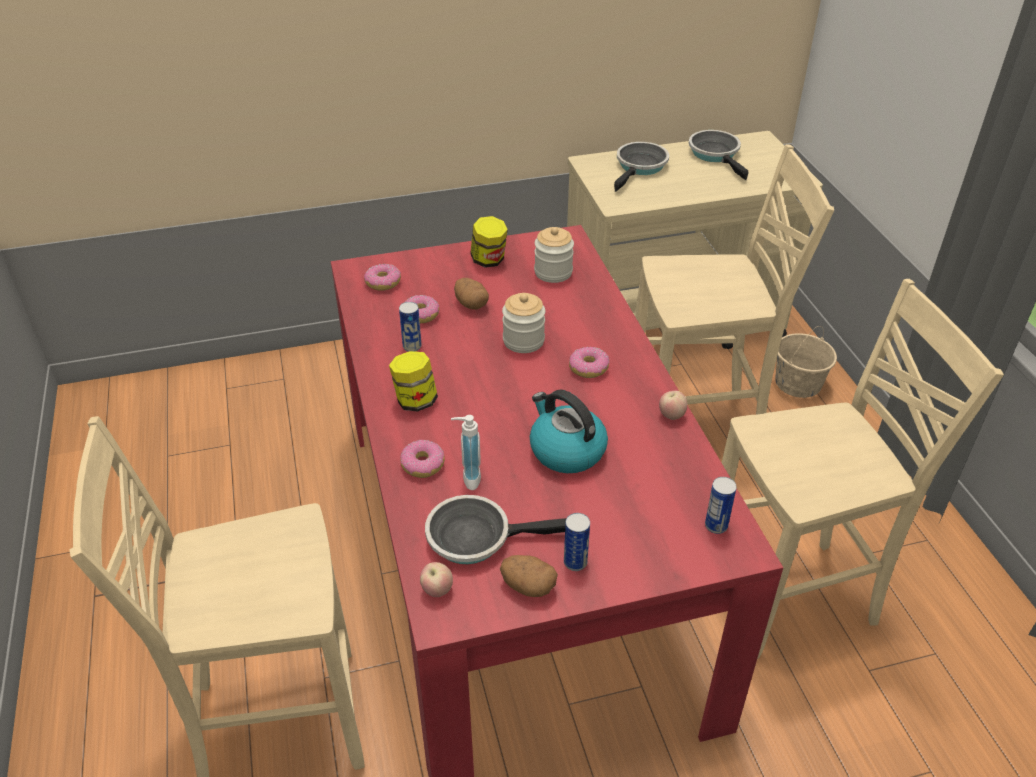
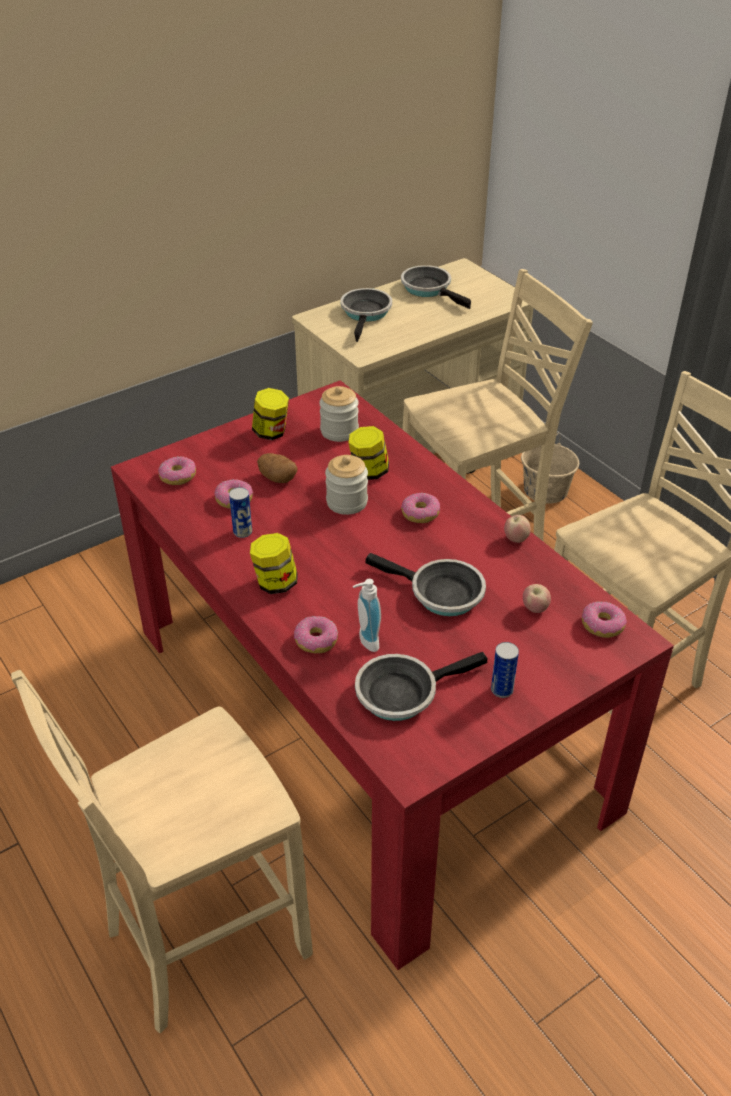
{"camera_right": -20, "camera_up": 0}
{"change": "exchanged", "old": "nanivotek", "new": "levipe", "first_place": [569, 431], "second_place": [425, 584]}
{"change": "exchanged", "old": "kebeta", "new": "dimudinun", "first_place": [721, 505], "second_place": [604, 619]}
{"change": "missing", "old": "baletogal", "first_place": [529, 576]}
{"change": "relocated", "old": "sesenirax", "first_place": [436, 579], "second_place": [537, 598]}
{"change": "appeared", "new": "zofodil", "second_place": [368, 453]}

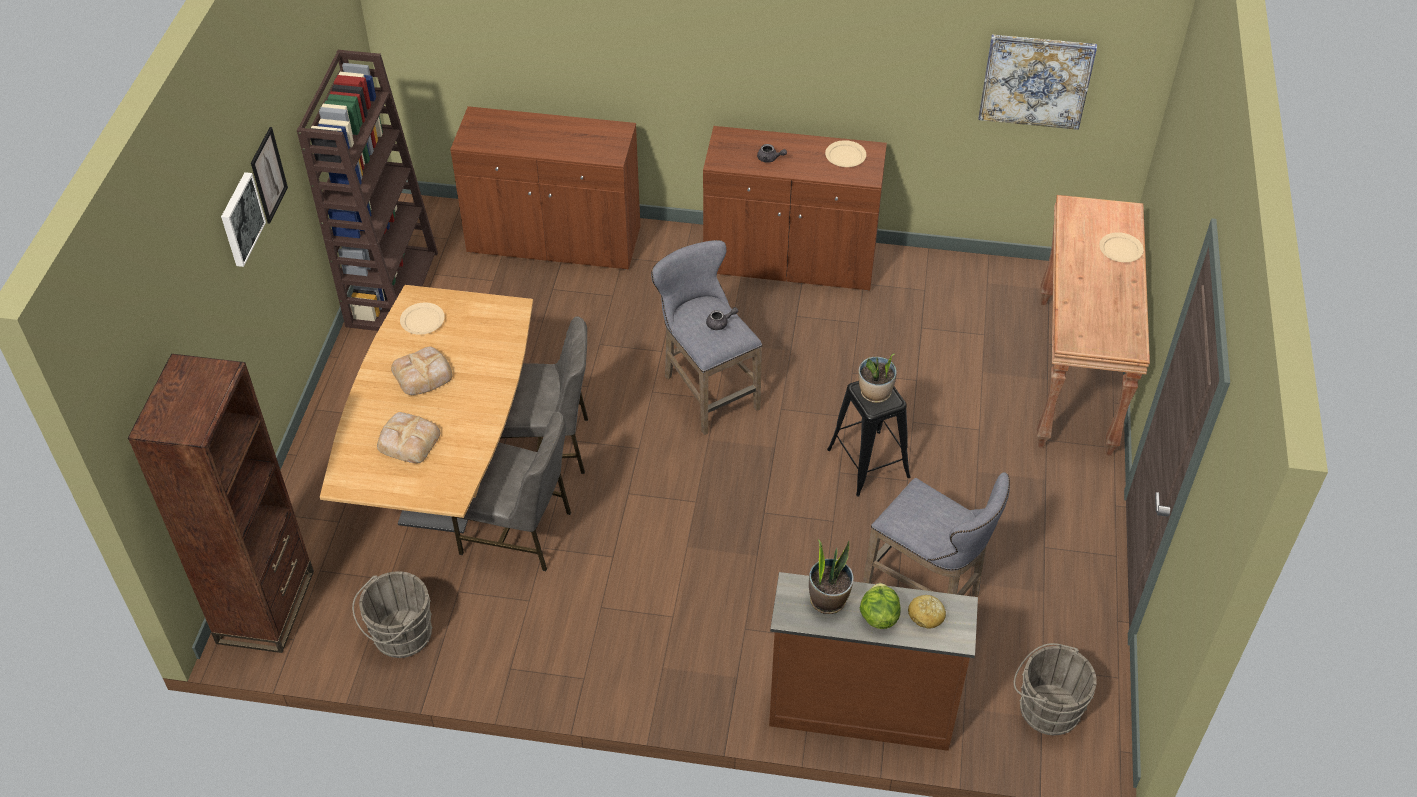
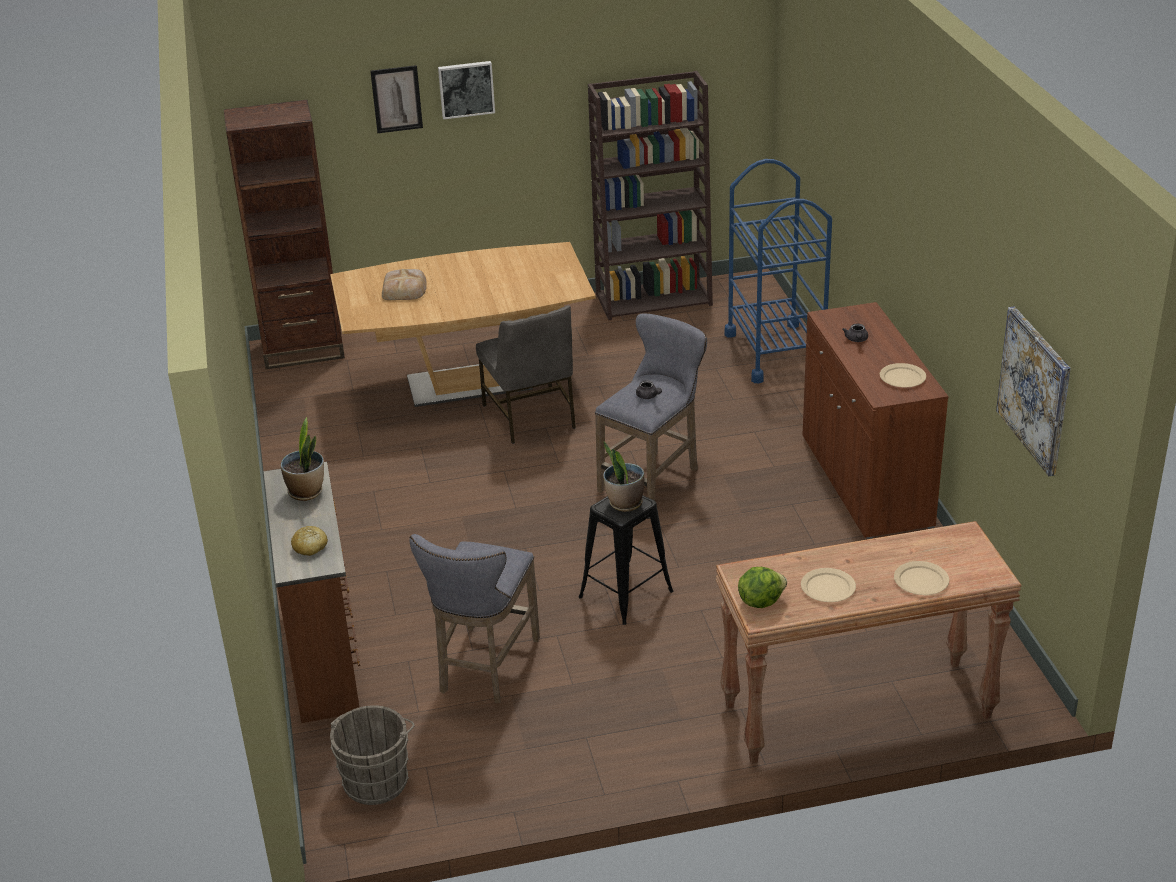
{"camera_right": 70, "camera_up": -15}
{"change": "exchanged", "old": "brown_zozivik", "new": "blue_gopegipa", "first_place": [545, 188], "second_place": [778, 271]}
{"change": "relocated", "old": "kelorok", "first_place": [269, 175], "second_place": [396, 99]}
{"change": "relocated", "old": "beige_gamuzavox", "first_place": [422, 318], "second_place": [828, 585]}
{"change": "missing", "old": "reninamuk", "first_place": [421, 370]}
{"change": "missing", "old": "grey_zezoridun", "first_place": [511, 491]}
{"change": "missing", "old": "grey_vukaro", "first_place": [392, 614]}
{"change": "relocated", "old": "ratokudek", "first_place": [880, 606], "second_place": [762, 587]}

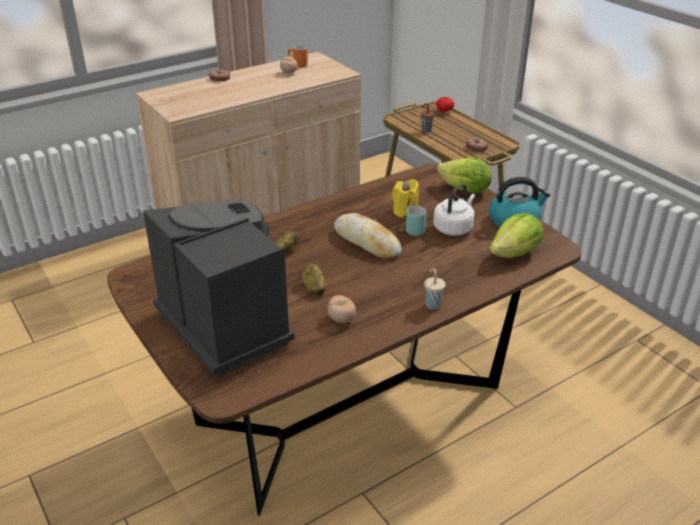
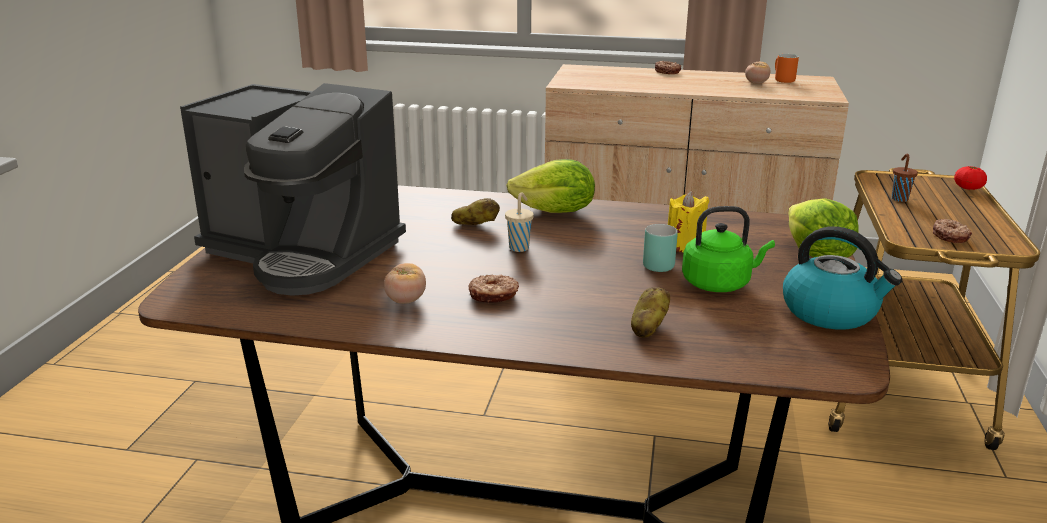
{"camera_right": 45, "camera_up": -10}
{"change": "colour", "old": "white_nanivotek", "new": "green_nanivotek", "first_place": [454, 210], "second_place": [728, 249]}
{"change": "spun", "old": "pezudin", "first_place": [219, 288], "second_place": [293, 189], "degrees": 105}
{"change": "missing", "old": "reninamuk", "first_place": [368, 236]}
{"change": "relocated", "old": "ratokudek", "first_place": [516, 235], "second_place": [551, 186]}
{"change": "relocated", "old": "baletogal", "first_place": [313, 279], "second_place": [650, 312]}
{"change": "relocated", "old": "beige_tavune", "first_place": [435, 289], "second_place": [519, 222]}
{"change": "appeared", "new": "dimudinun", "second_place": [493, 288]}

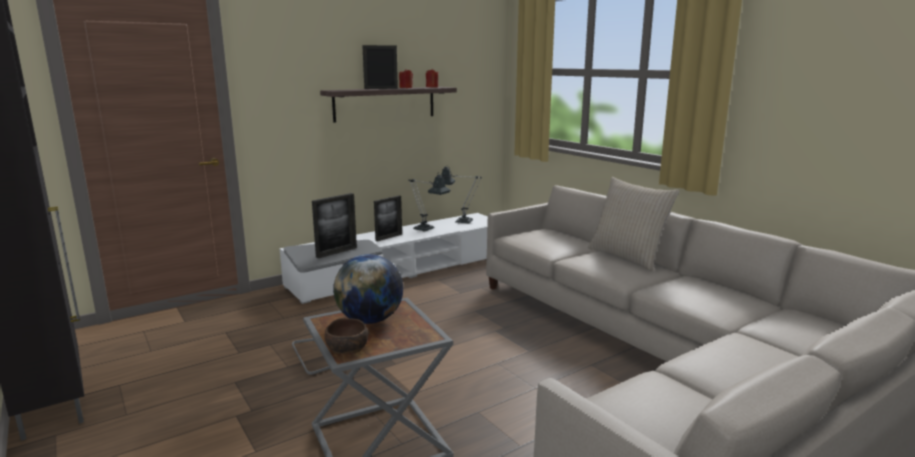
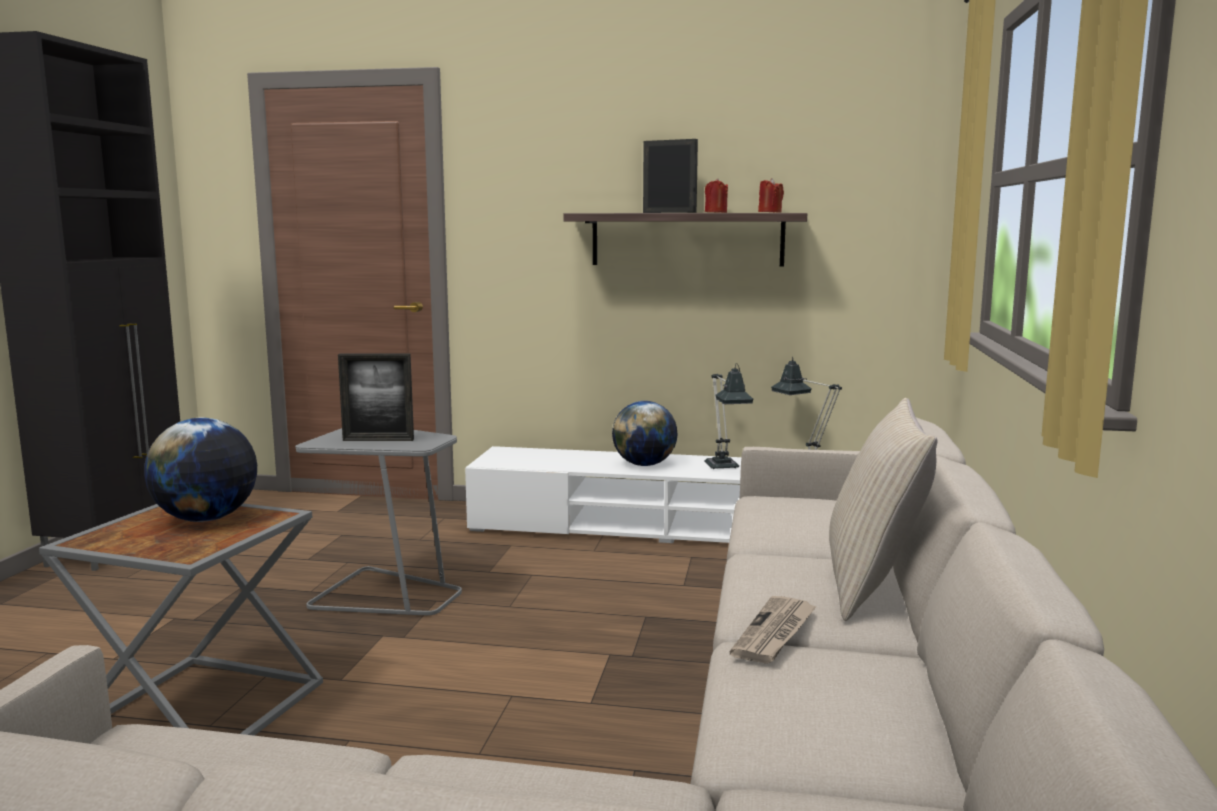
{"camera_right": 45, "camera_up": -5}
{"change": "exchanged", "old": "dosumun", "new": "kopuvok", "first_place": [388, 219], "second_place": [644, 433]}
{"change": "missing", "old": "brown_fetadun", "first_place": [346, 336]}
{"change": "appeared", "new": "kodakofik", "second_place": [773, 630]}

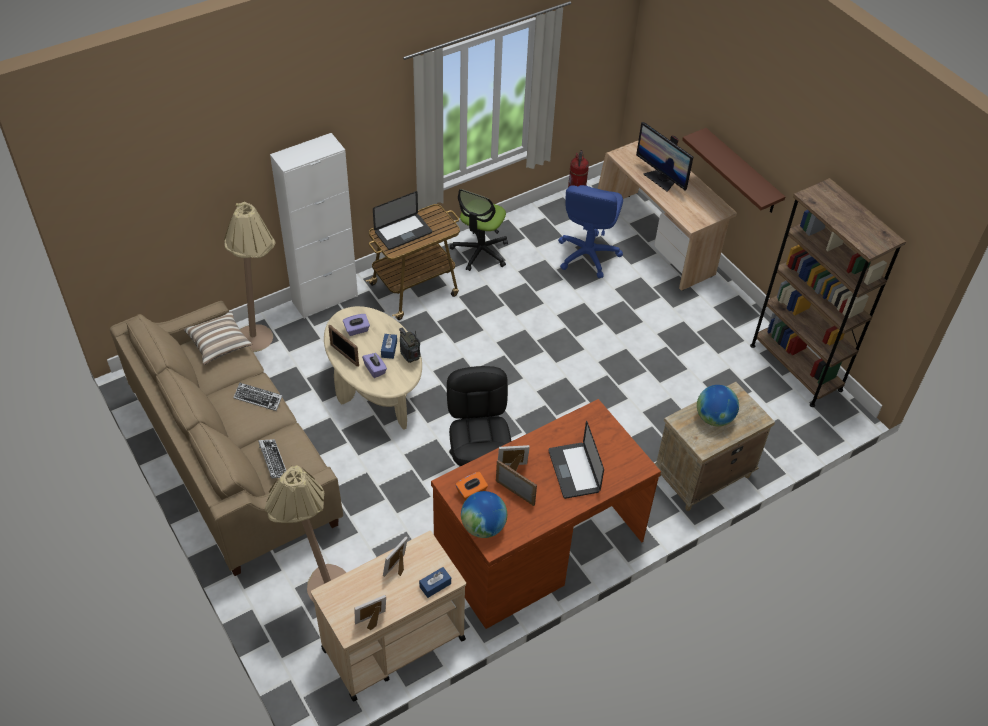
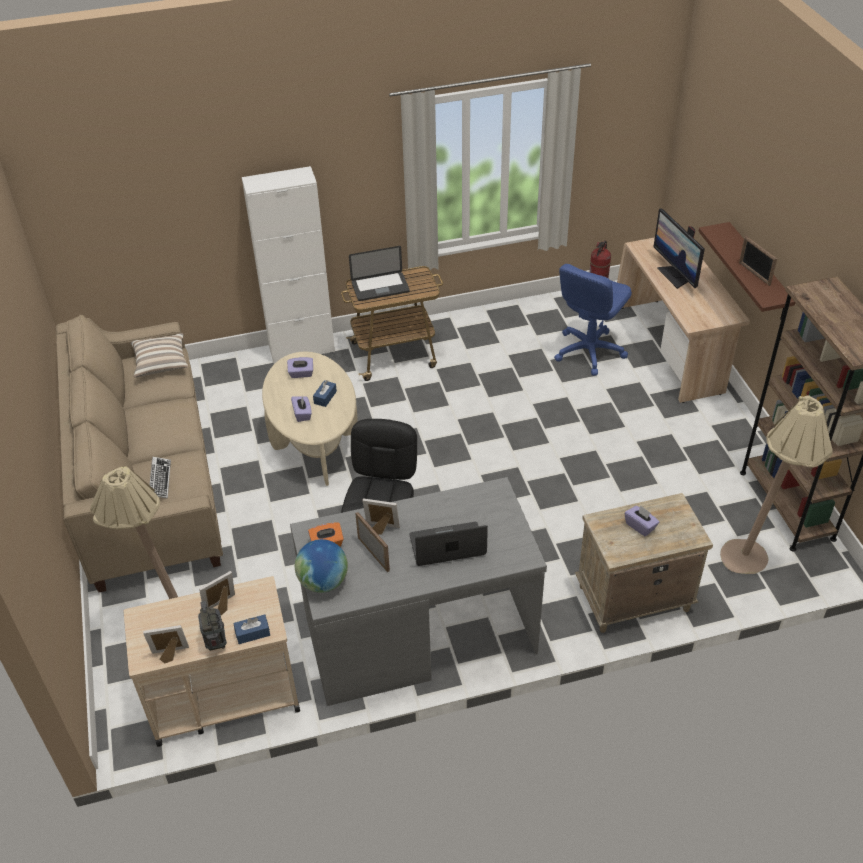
{"camera_right": 20, "camera_up": -5}
{"change": "missing", "old": "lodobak", "first_place": [479, 230]}
{"change": "relocated", "old": "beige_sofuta", "first_place": [249, 276], "second_place": [776, 484]}
{"change": "relocated", "old": "dosumun", "first_place": [343, 345], "second_place": [758, 261]}
{"change": "relocated", "old": "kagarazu", "first_place": [410, 345], "second_place": [212, 626]}
{"change": "missing", "old": "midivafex", "first_place": [258, 397]}
{"change": "exchanged", "old": "kopuvok", "new": "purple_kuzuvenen", "first_place": [718, 405], "second_place": [642, 521]}
{"change": "colour", "old": "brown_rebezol", "new": "grey_rebezol", "first_place": [546, 514], "second_place": [418, 591]}
{"change": "spun", "old": "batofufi", "first_place": [576, 460], "second_place": [448, 544], "degrees": 75}

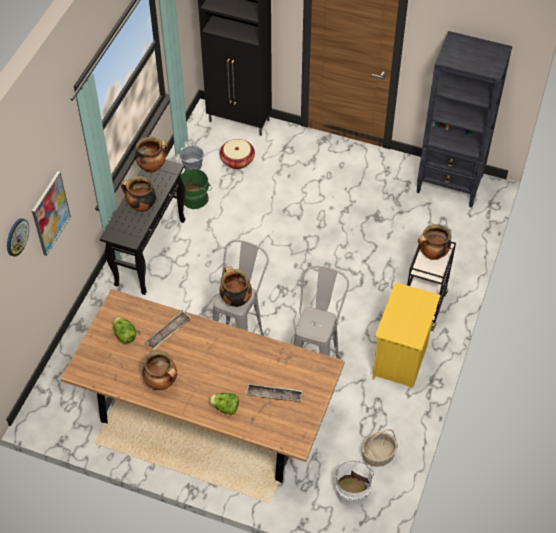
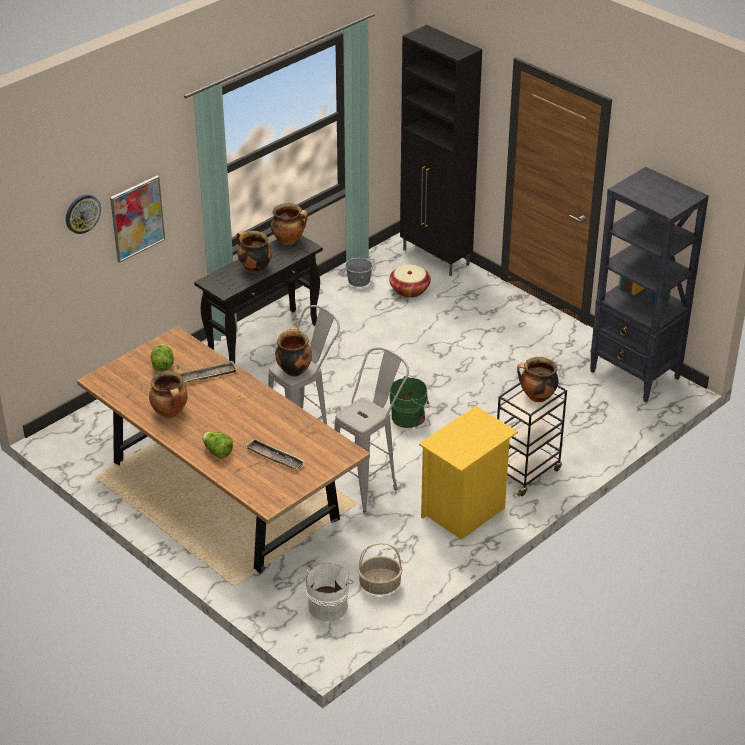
{"camera_right": 25, "camera_up": -15}
{"change": "relocated", "old": "green_vukaro", "first_place": [196, 189], "second_place": [409, 402]}

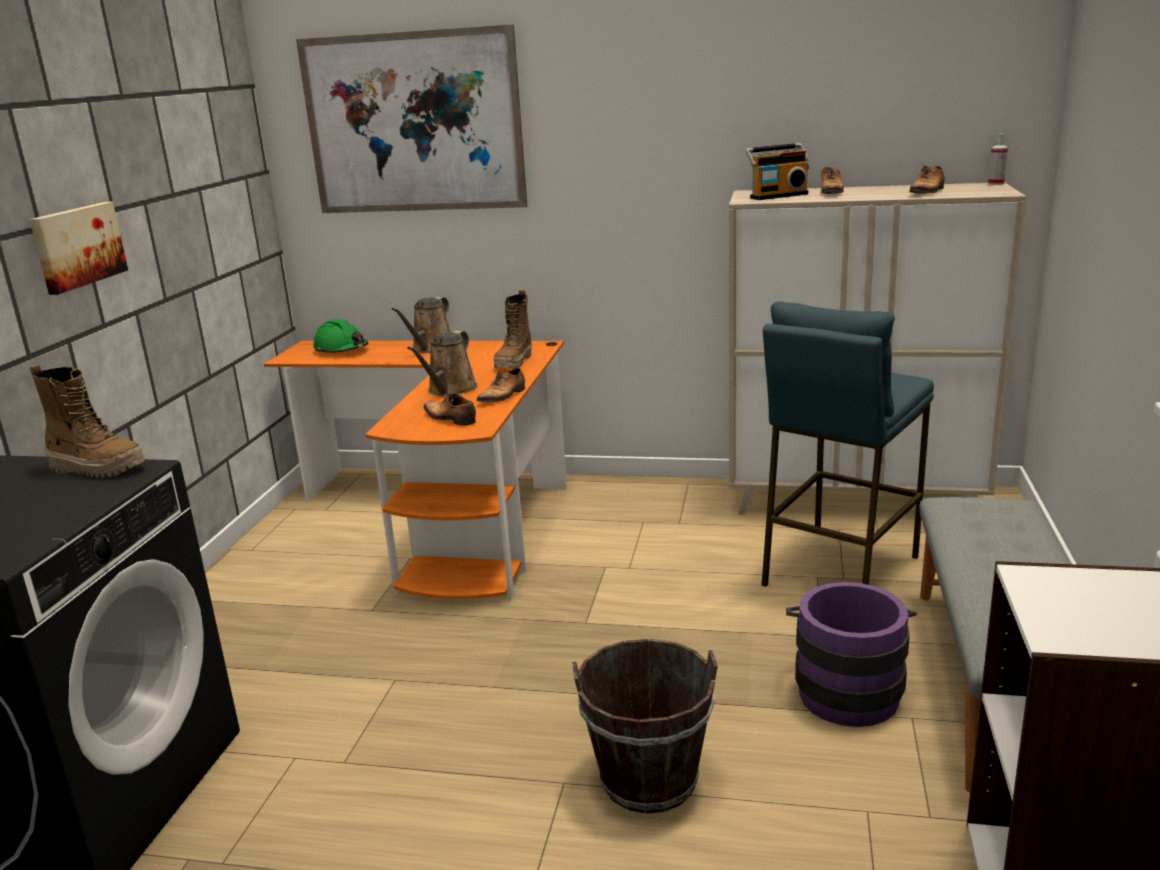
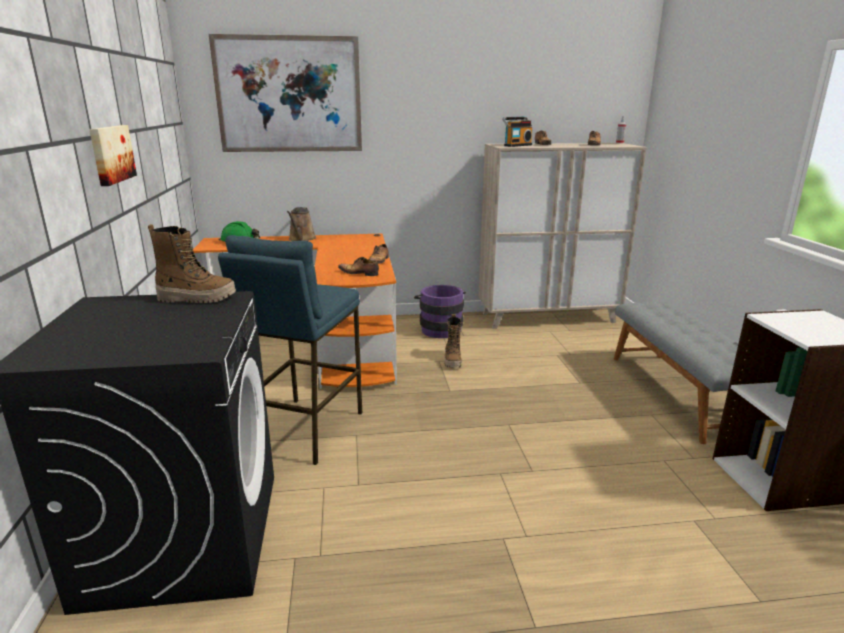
{"camera_right": -20, "camera_up": 0}
{"change": "relocated", "old": "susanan", "first_place": [513, 329], "second_place": [453, 341]}
{"change": "relocated", "old": "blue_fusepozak", "first_place": [847, 444], "second_place": [290, 350]}
{"change": "missing", "old": "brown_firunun", "first_place": [442, 363]}
{"change": "relocated", "old": "purple_vukaro", "first_place": [851, 654], "second_place": [440, 311]}
{"change": "missing", "old": "brown_vukaro", "first_place": [645, 726]}

